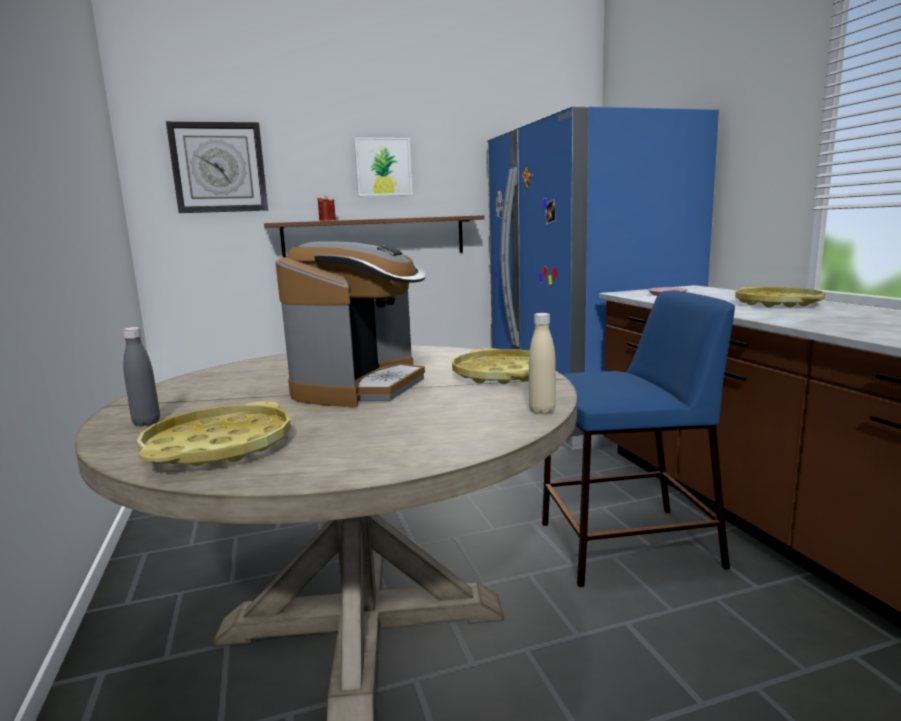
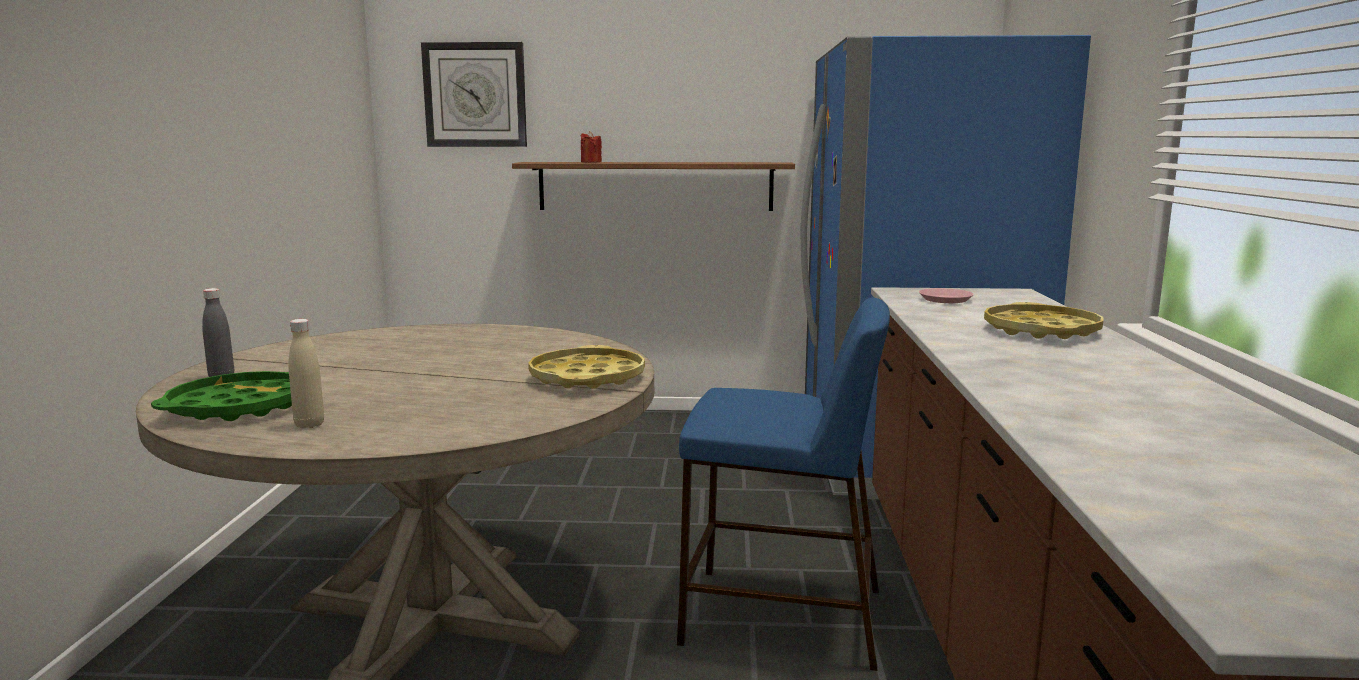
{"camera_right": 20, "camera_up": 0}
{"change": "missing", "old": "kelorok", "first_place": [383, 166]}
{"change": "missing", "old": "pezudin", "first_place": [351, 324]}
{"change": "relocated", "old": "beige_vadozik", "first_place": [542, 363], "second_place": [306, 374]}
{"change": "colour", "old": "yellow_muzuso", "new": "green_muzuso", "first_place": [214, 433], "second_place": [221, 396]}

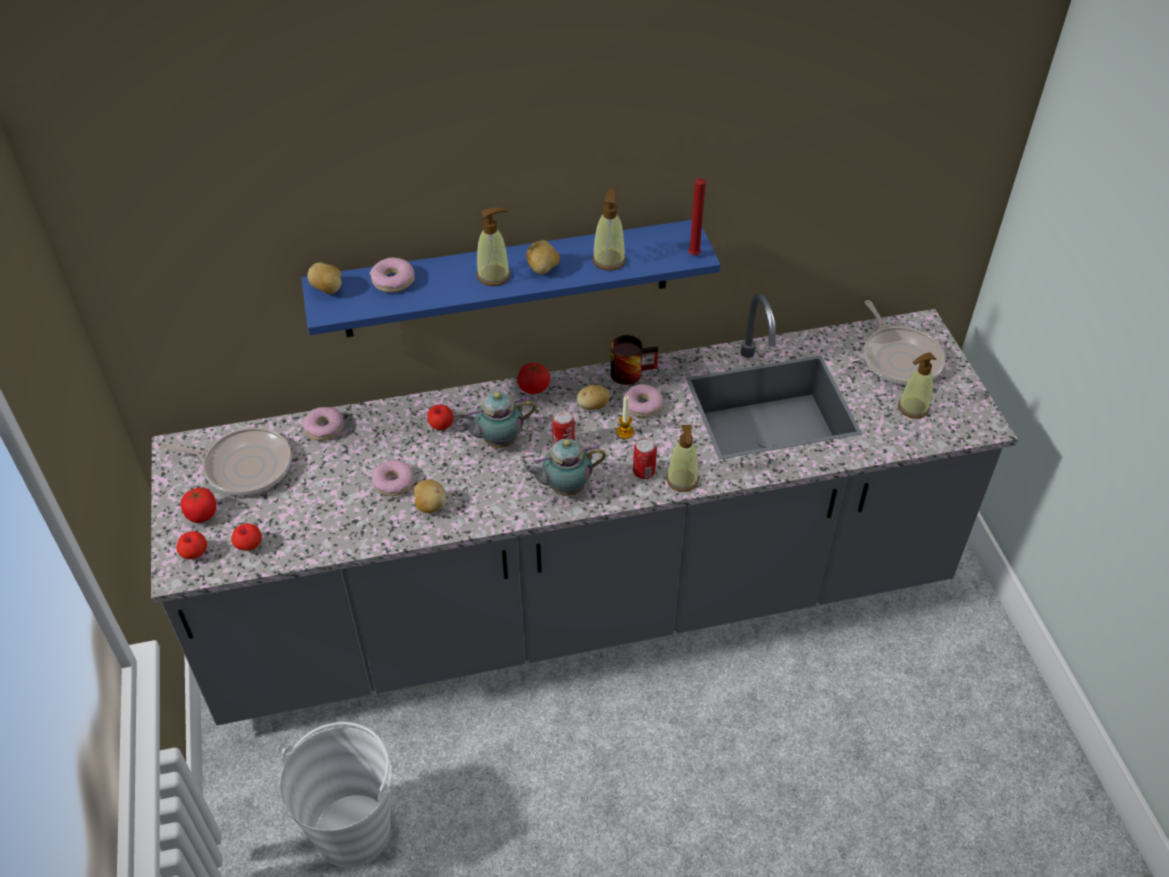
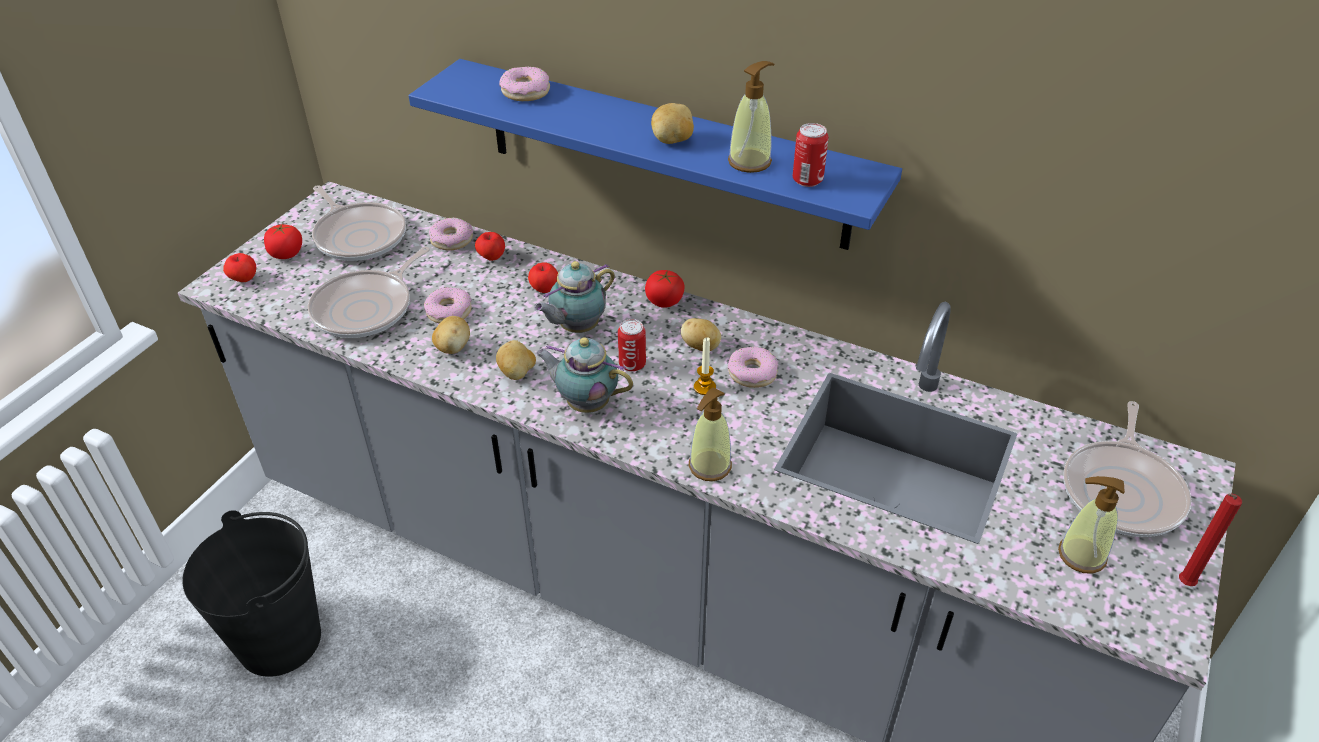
{"camera_right": 40, "camera_up": -5}
{"change": "relocated", "old": "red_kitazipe", "first_place": [697, 216], "second_place": [1210, 539]}
{"change": "missing", "old": "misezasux", "first_place": [493, 246]}
{"change": "relocated", "old": "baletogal", "first_place": [324, 278], "second_place": [516, 360]}
{"change": "missing", "old": "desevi", "first_place": [634, 360]}
{"change": "spun", "old": "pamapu", "first_place": [496, 420], "second_place": [574, 297], "degrees": -60}
{"change": "relocated", "old": "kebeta", "first_place": [645, 458], "second_place": [811, 155]}
{"change": "relocated", "old": "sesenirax", "first_place": [246, 537], "second_place": [490, 246]}
{"change": "colour", "old": "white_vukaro", "new": "black_vukaro", "first_place": [335, 795], "second_place": [251, 593]}
{"change": "appeared", "new": "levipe", "second_place": [368, 292]}

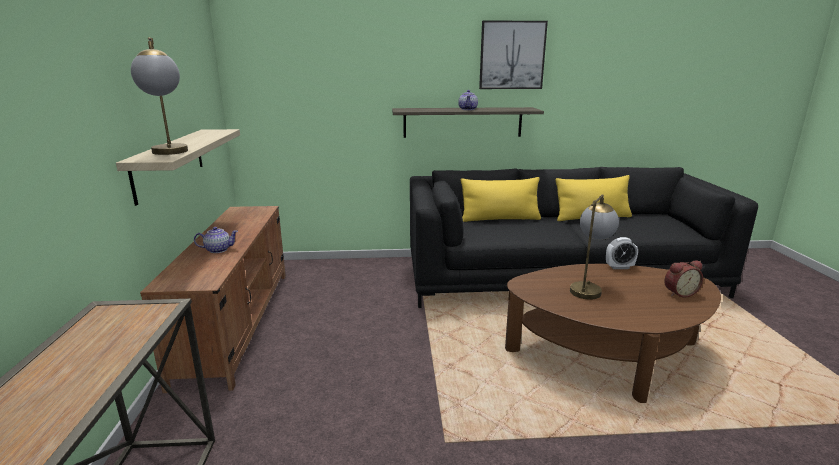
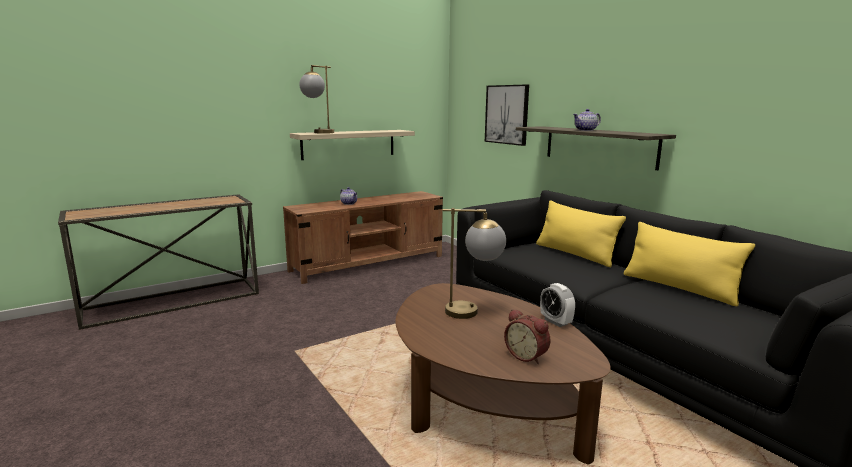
{"camera_right": 60, "camera_up": -5}
{"change": "relocated", "old": "kelorok", "first_place": [513, 54], "second_place": [507, 115]}

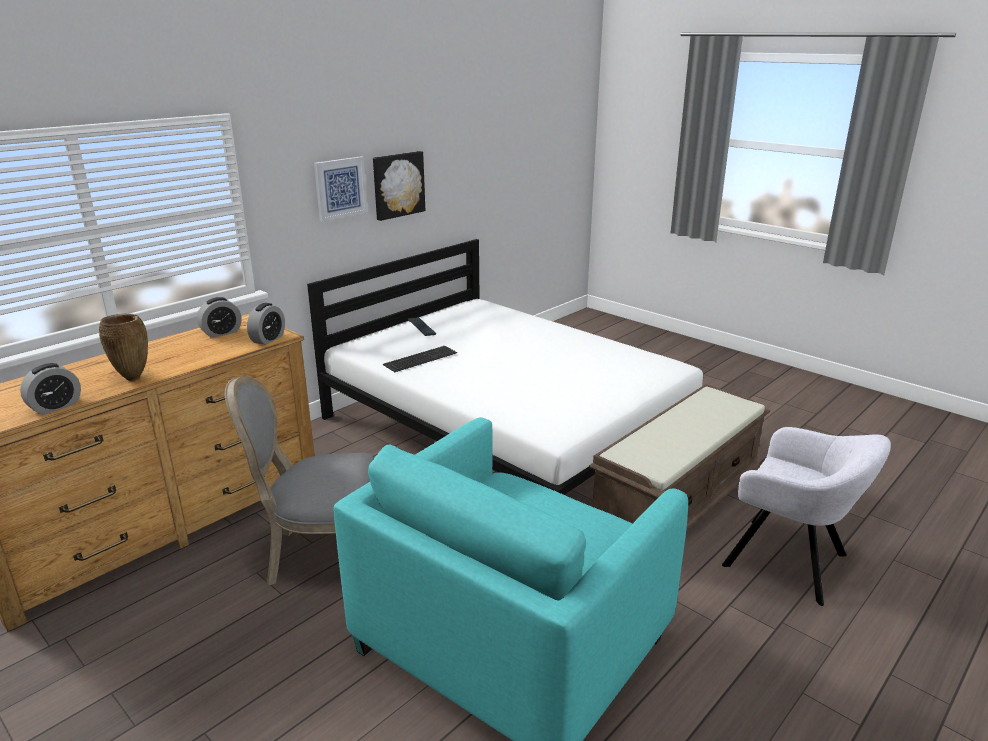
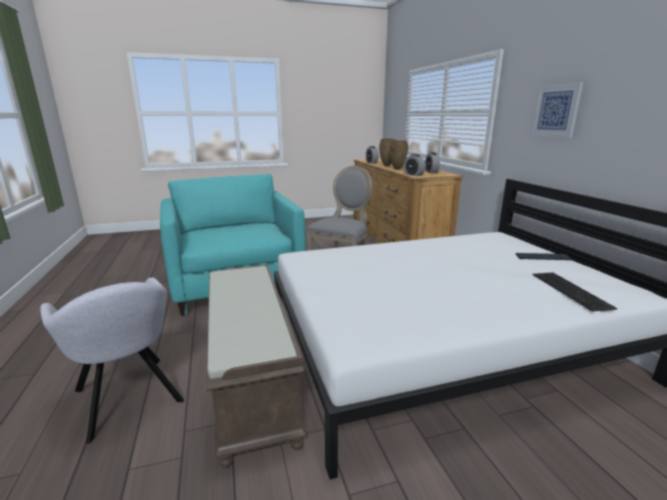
{"camera_right": 120, "camera_up": -5}
{"change": "missing", "old": "kelorok", "first_place": [399, 186]}
{"change": "relocated", "old": "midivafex", "first_place": [420, 359], "second_place": [574, 292]}
{"change": "spun", "old": "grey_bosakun", "first_place": [806, 516], "second_place": [112, 360], "degrees": -105}
{"change": "appeared", "new": "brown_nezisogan", "second_place": [398, 155]}

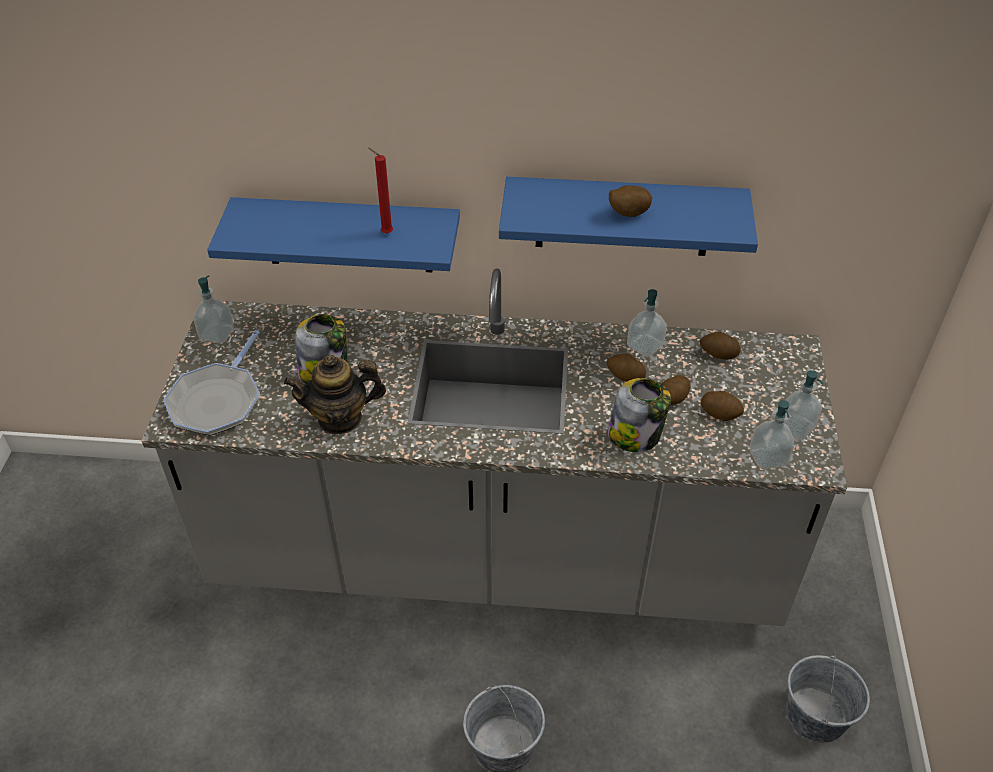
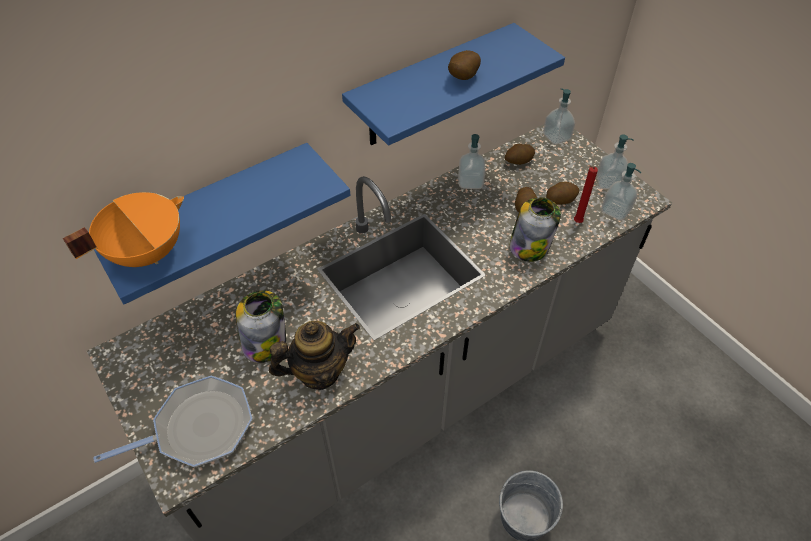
{"camera_right": -40, "camera_up": 5}
{"change": "relocated", "old": "red_kitazipe", "first_place": [380, 191], "second_place": [586, 194]}
{"change": "relocated", "old": "misezasux", "first_place": [214, 309], "second_place": [559, 116]}
{"change": "spun", "old": "levipe", "first_place": [211, 383], "second_place": [172, 422], "degrees": -90}
{"change": "missing", "old": "baletogal", "first_place": [626, 368]}
{"change": "spun", "old": "pamapu", "first_place": [335, 395], "second_place": [314, 355], "degrees": -150}
{"change": "missing", "old": "grey_vukaro", "first_place": [828, 697]}
{"change": "appeared", "new": "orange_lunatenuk", "second_place": [123, 229]}

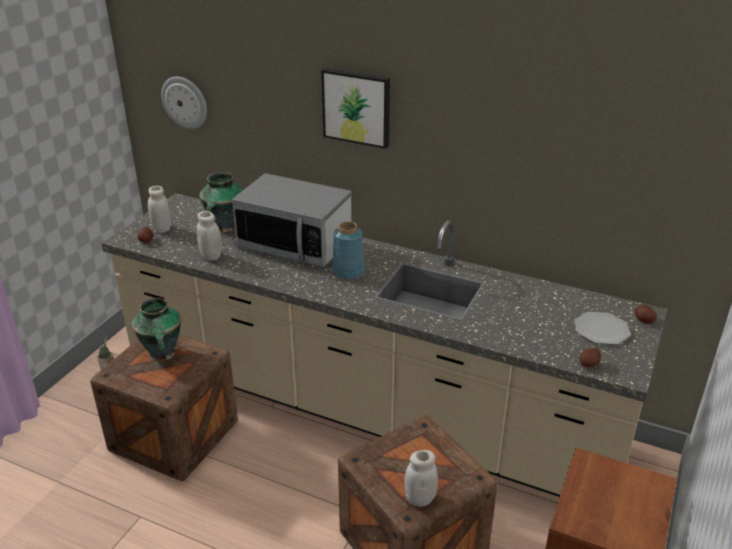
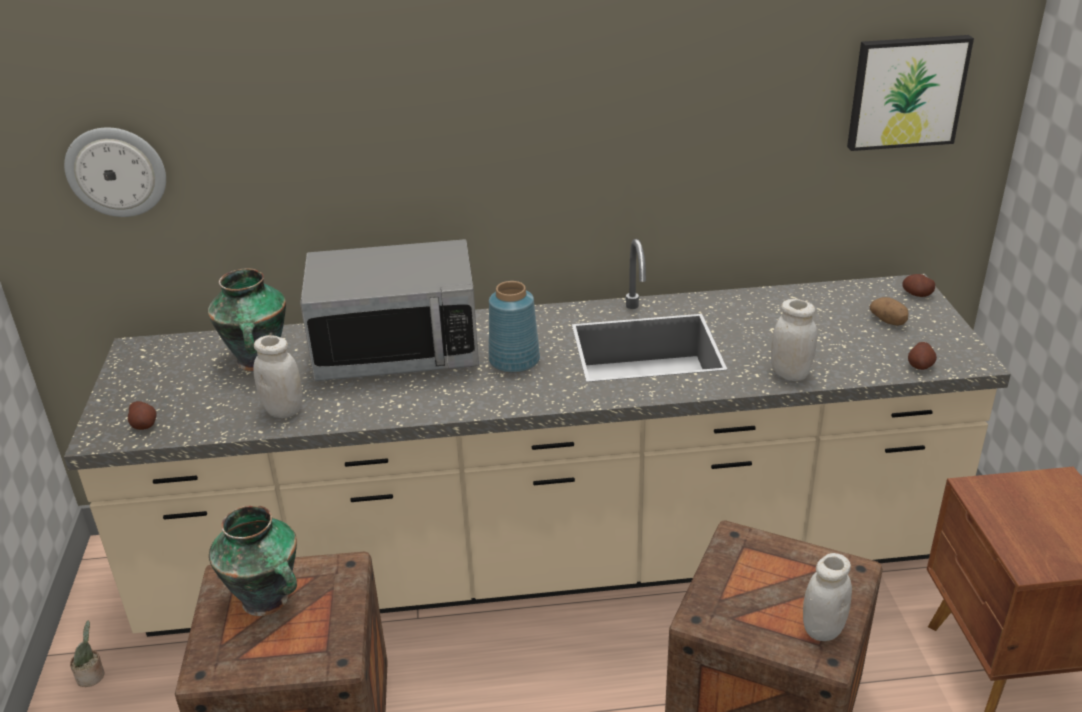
{"camera_right": -30, "camera_up": 0}
{"change": "relocated", "old": "kelorok", "first_place": [355, 108], "second_place": [910, 93]}
{"change": "relocated", "old": "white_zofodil", "first_place": [159, 209], "second_place": [794, 340]}
{"change": "exchanged", "old": "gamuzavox", "new": "baletogal", "first_place": [602, 328], "second_place": [889, 311]}

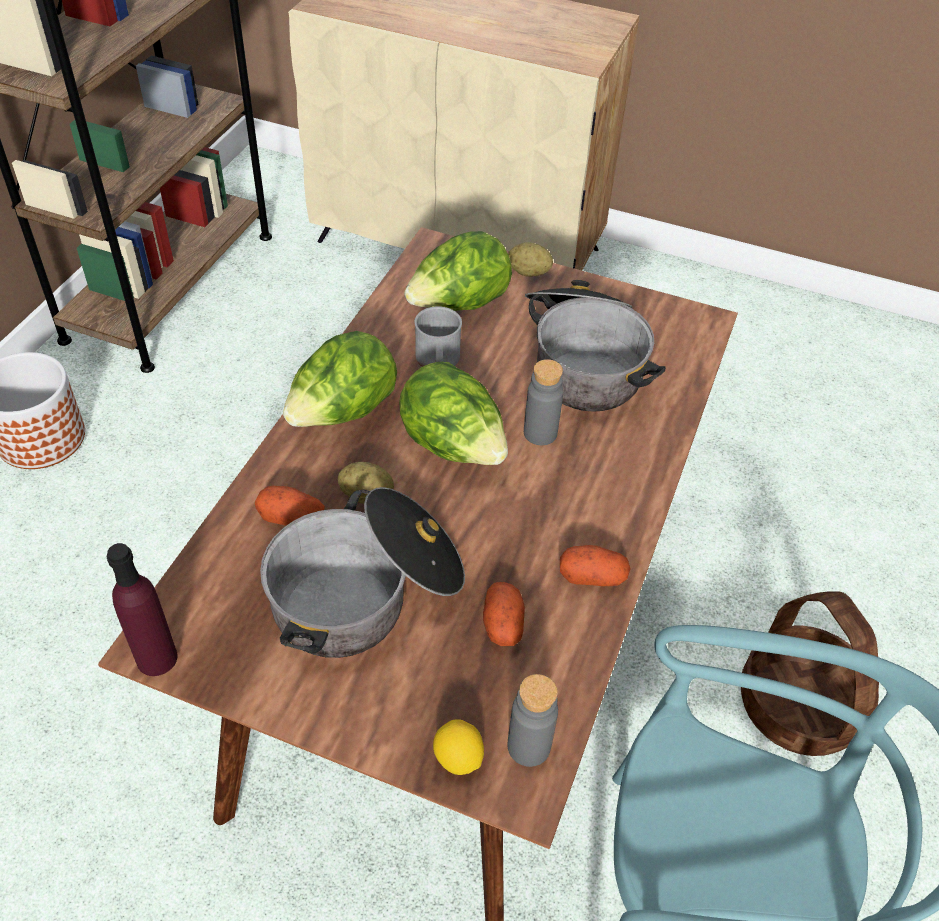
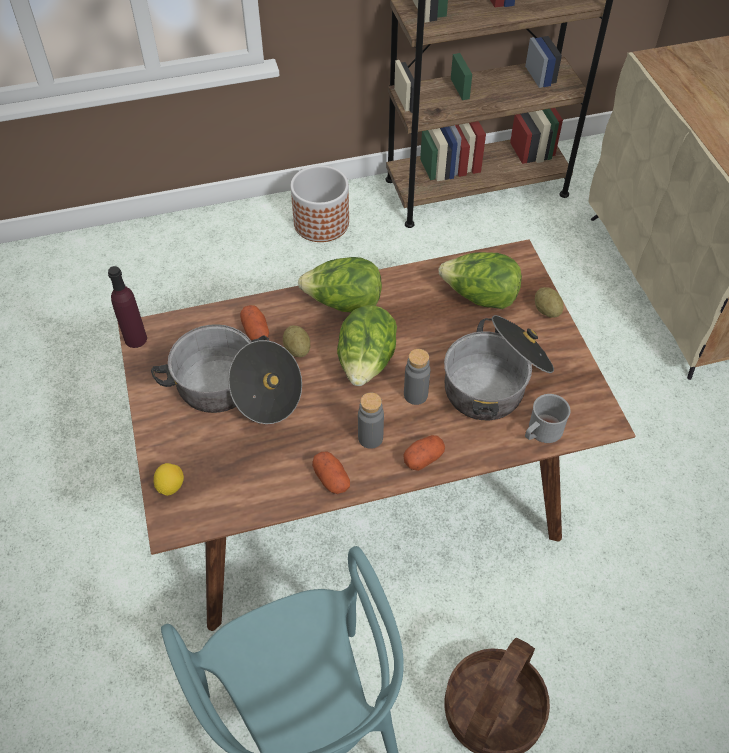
{"camera_right": 55, "camera_up": 5}
{"change": "relocated", "old": "grey_desevi", "first_place": [438, 336], "second_place": [547, 418]}
{"change": "relocated", "old": "baletogal", "first_place": [504, 614], "second_place": [424, 453]}
{"change": "relocated", "old": "grey_vadozik", "first_place": [532, 720], "second_place": [371, 420]}

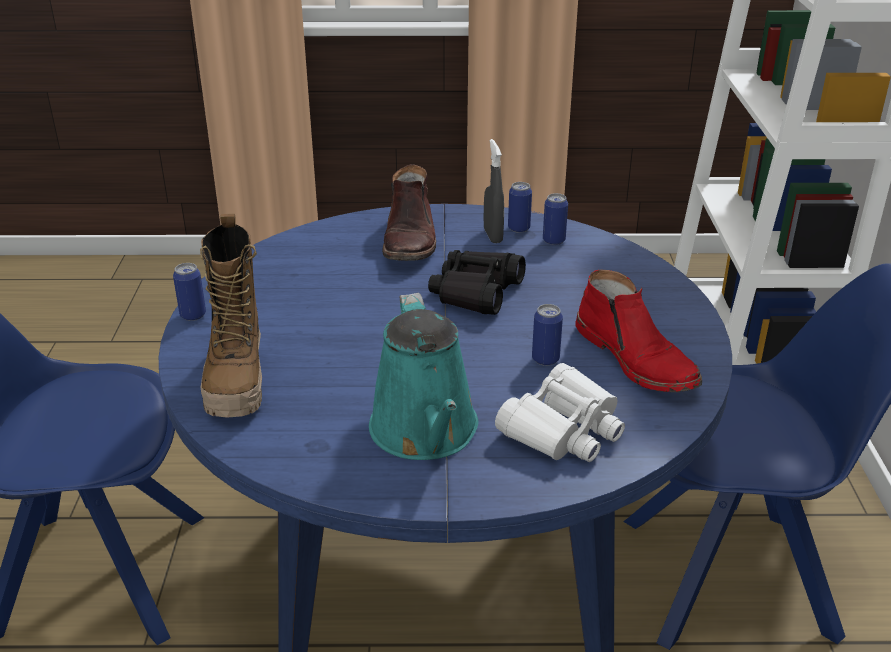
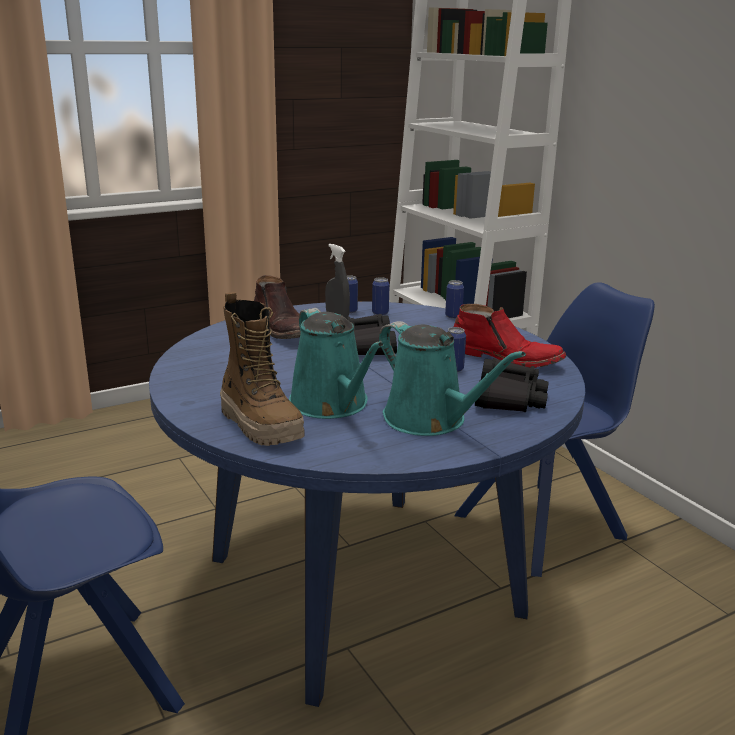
{"camera_right": -30, "camera_up": -10}
{"change": "relocated", "old": "kebeta", "first_place": [189, 292], "second_place": [454, 299]}
{"change": "colour", "old": "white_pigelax", "new": "black_pigelax", "first_place": [560, 412], "second_place": [512, 385]}
{"change": "appeared", "new": "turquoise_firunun", "second_place": [336, 363]}

